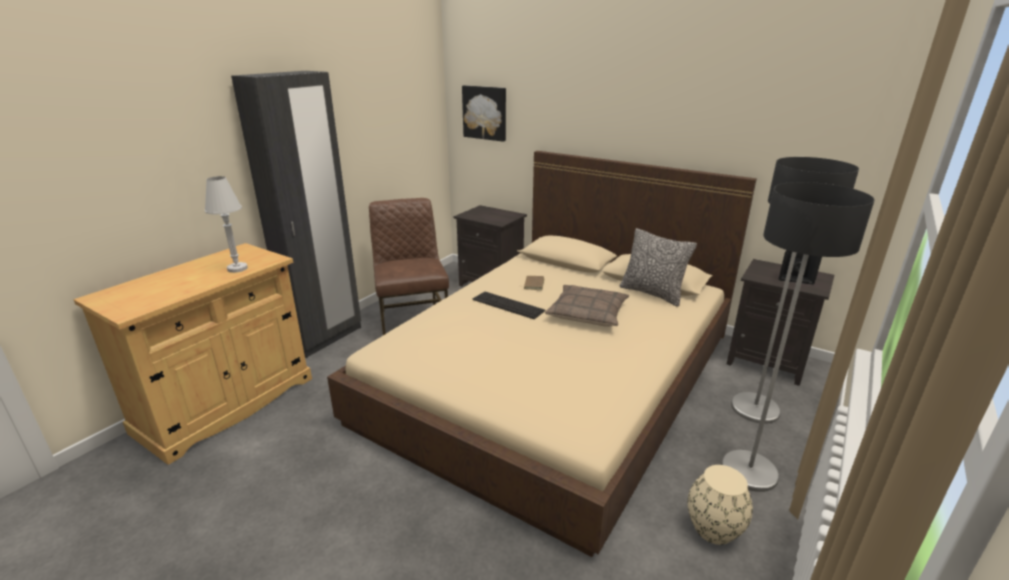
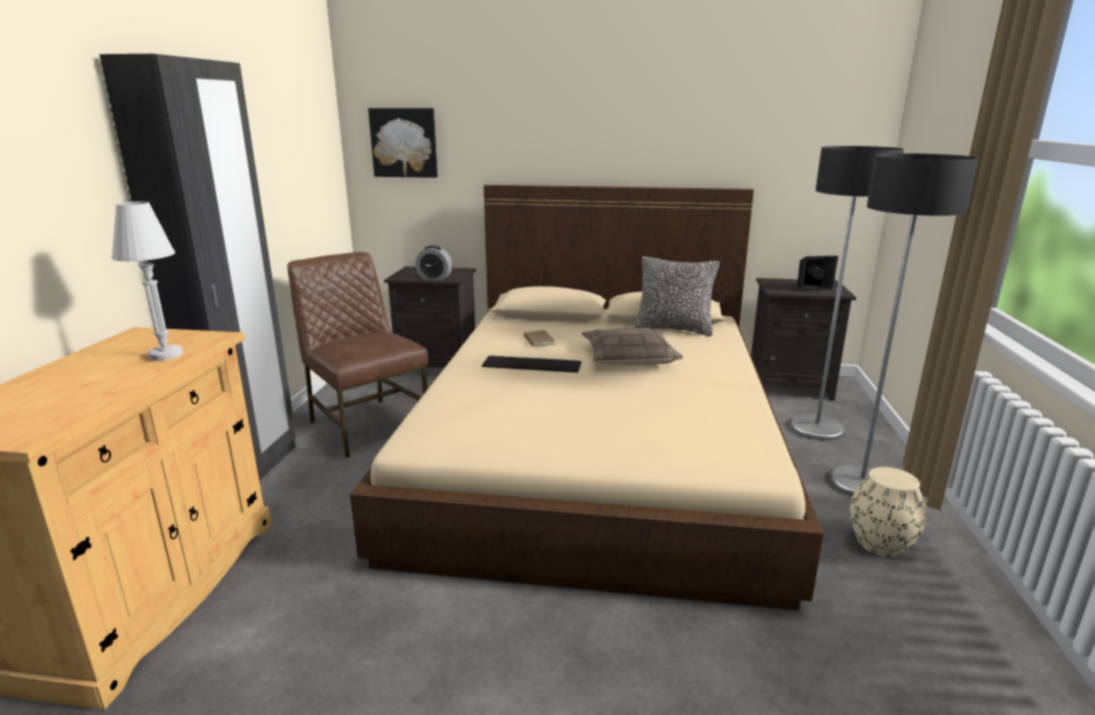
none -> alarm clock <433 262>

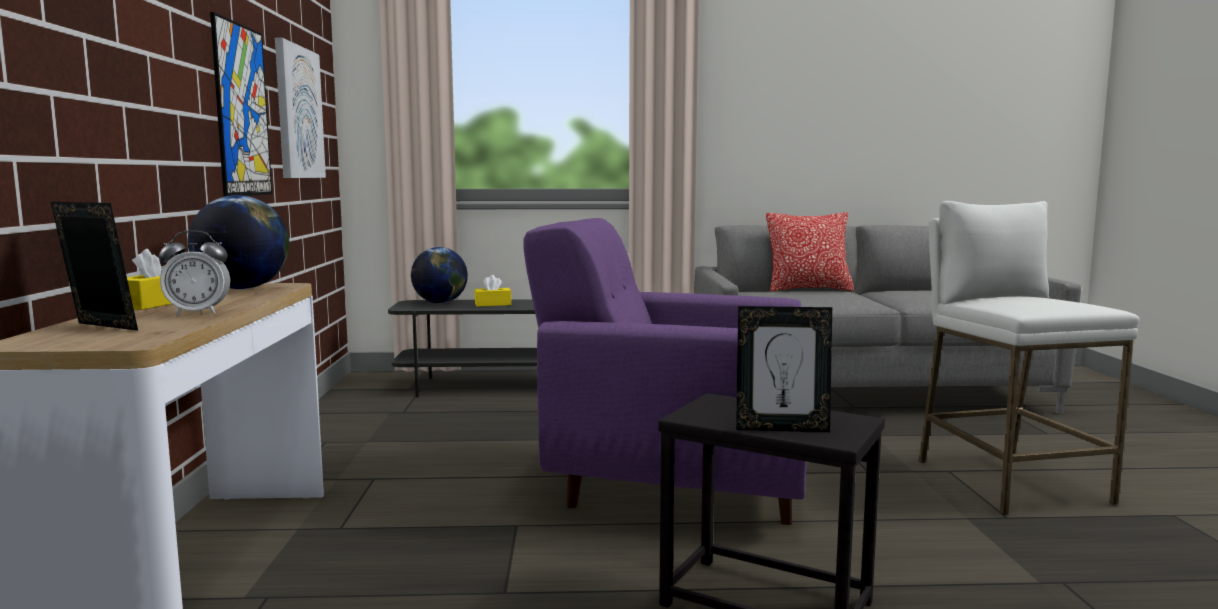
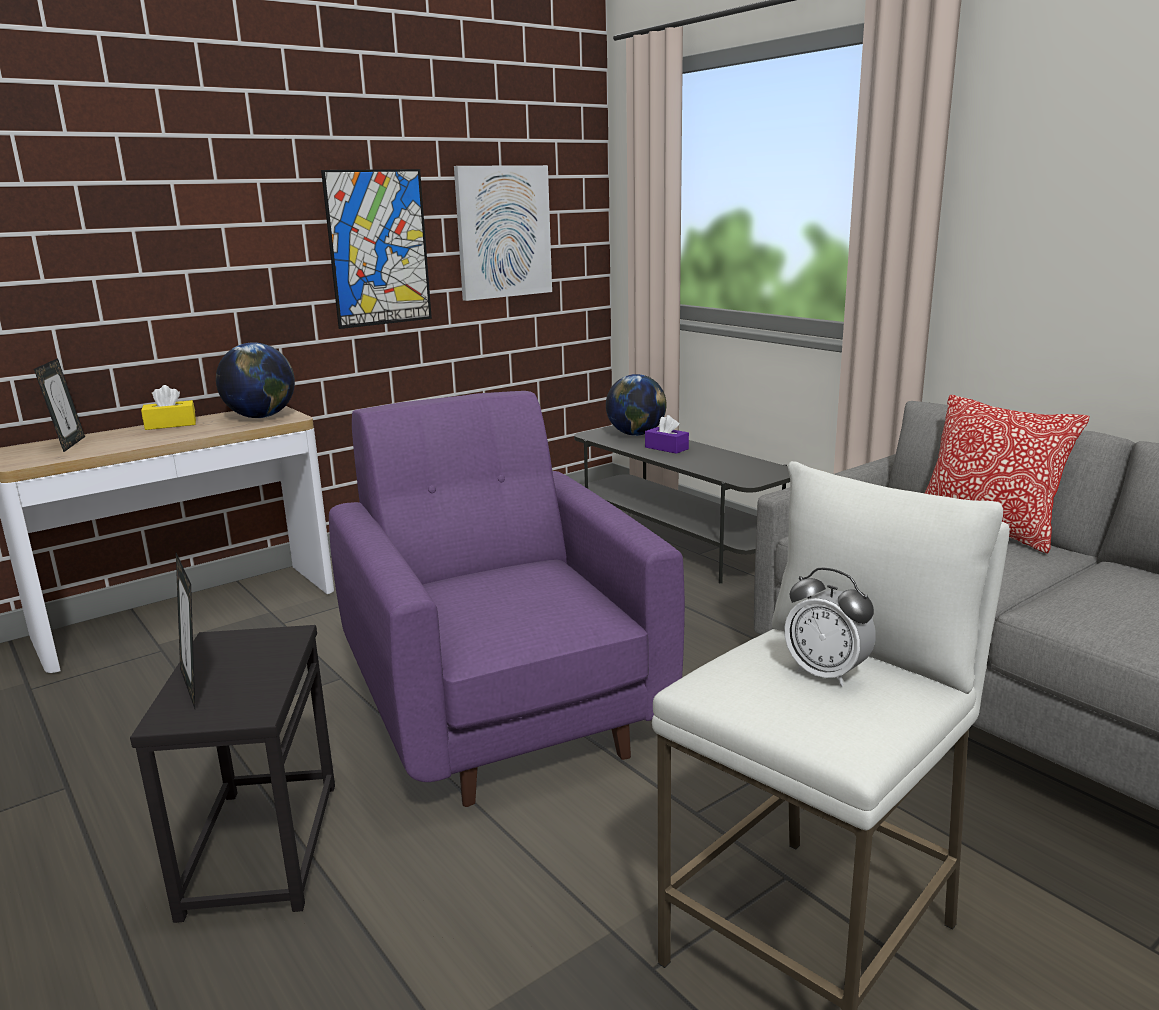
alarm clock <194 273> -> alarm clock <830 627>, moved
tissue box/yellow <492 290> -> tissue box/purple <667 434>

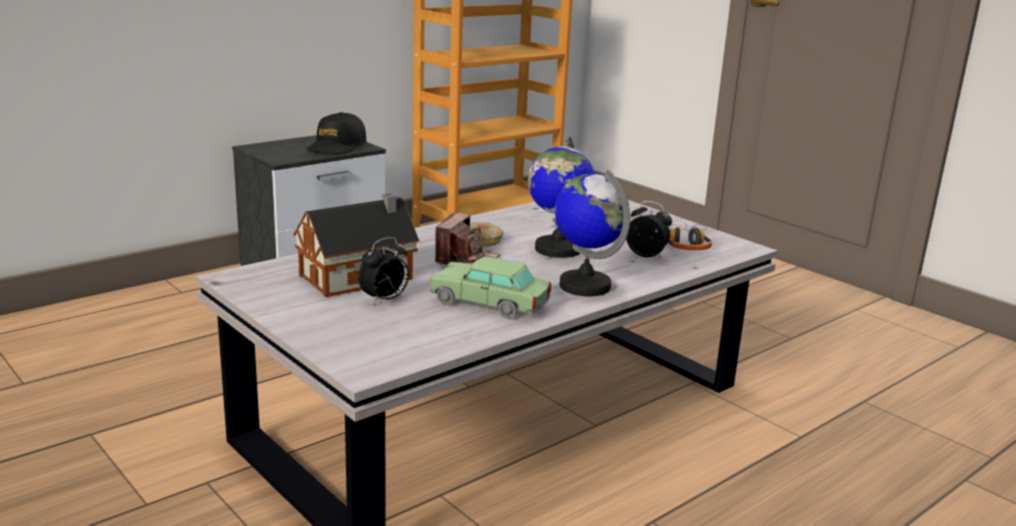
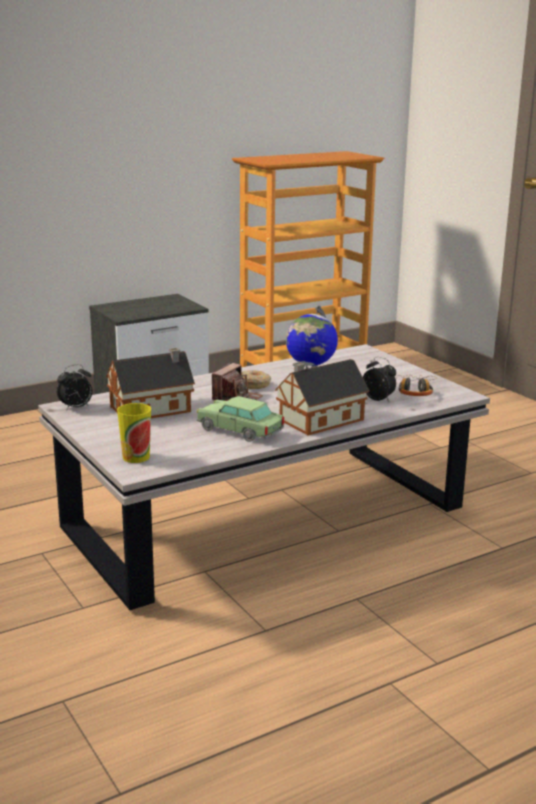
cap/black <336 133> -> none
alarm clock <383 271> -> alarm clock <74 387>, moved
globe <592 233> -> toy house <322 397>
none -> cup <134 433>

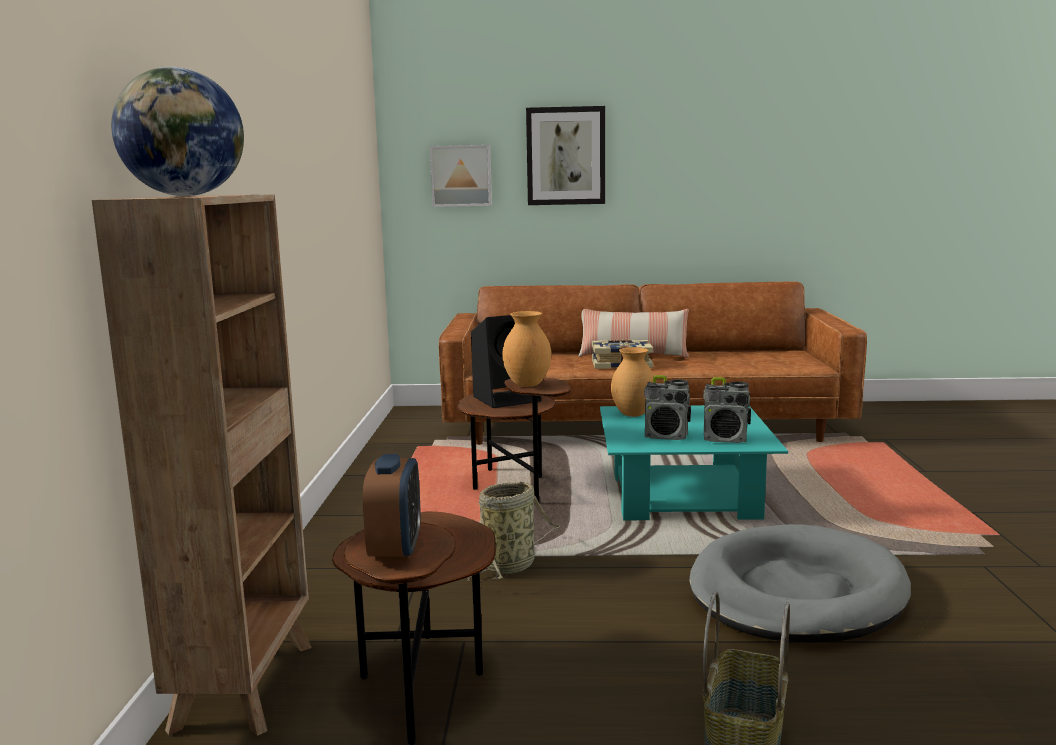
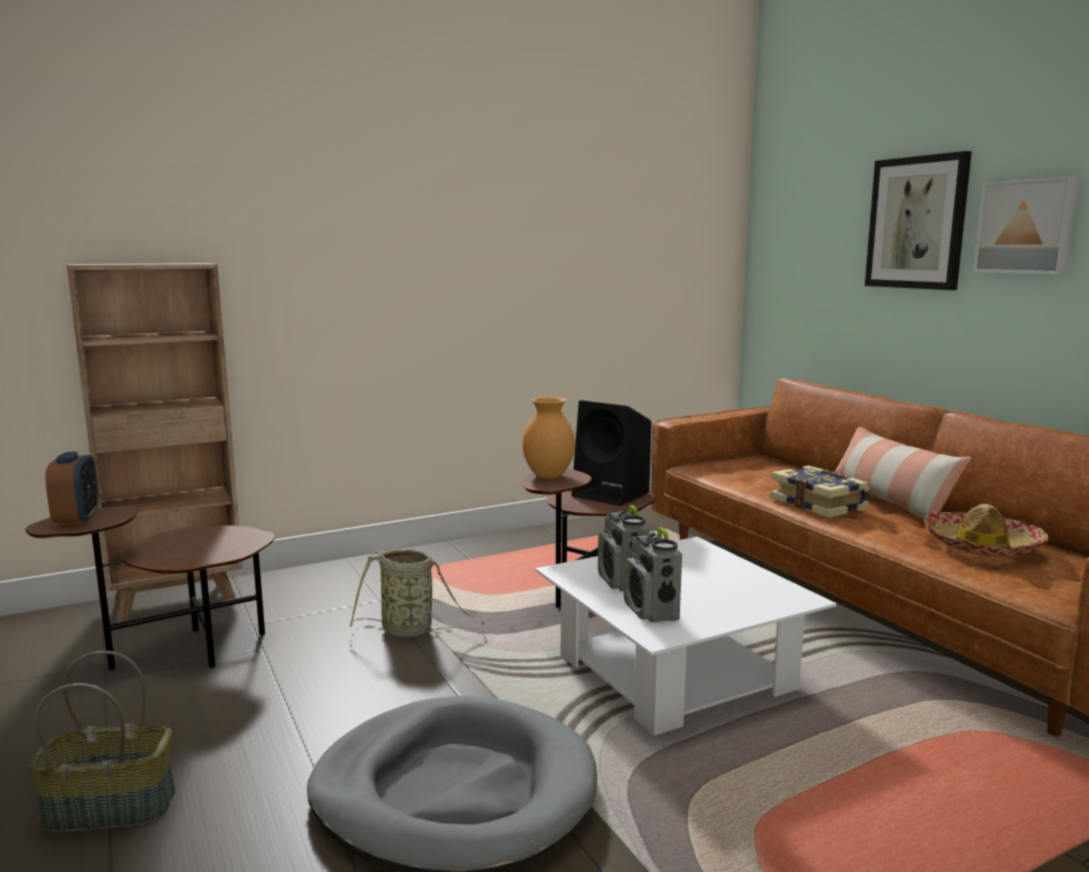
globe <177 131> -> none
alarm clock <392 507> -> alarm clock <72 489>, 75 degrees counterclockwise
picture <461 176> -> picture <1026 225>, moved
coffee table/turquoise <694 462> -> coffee table/white <686 636>
vase/brown <632 382> -> none
none -> hat <986 531>

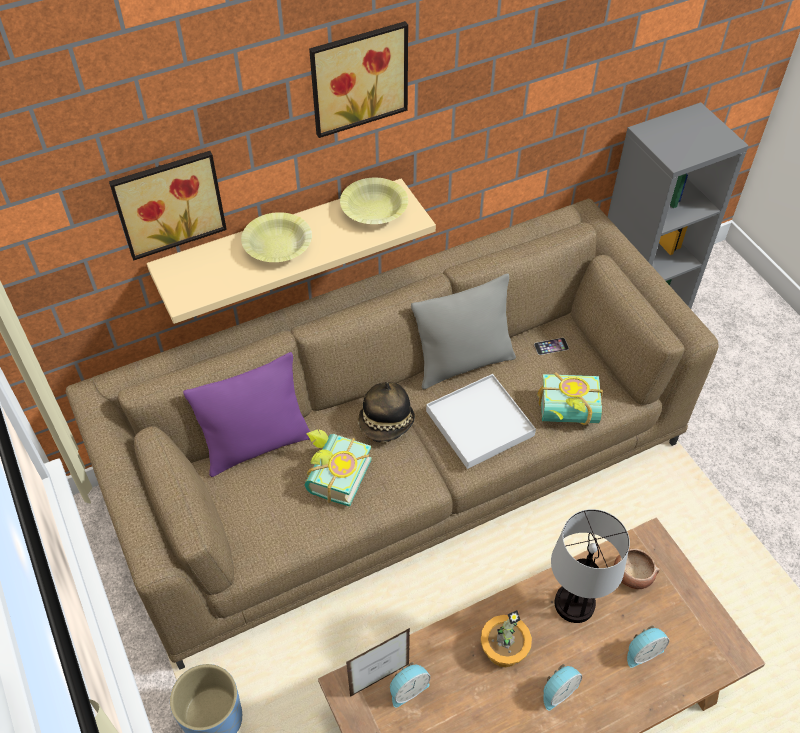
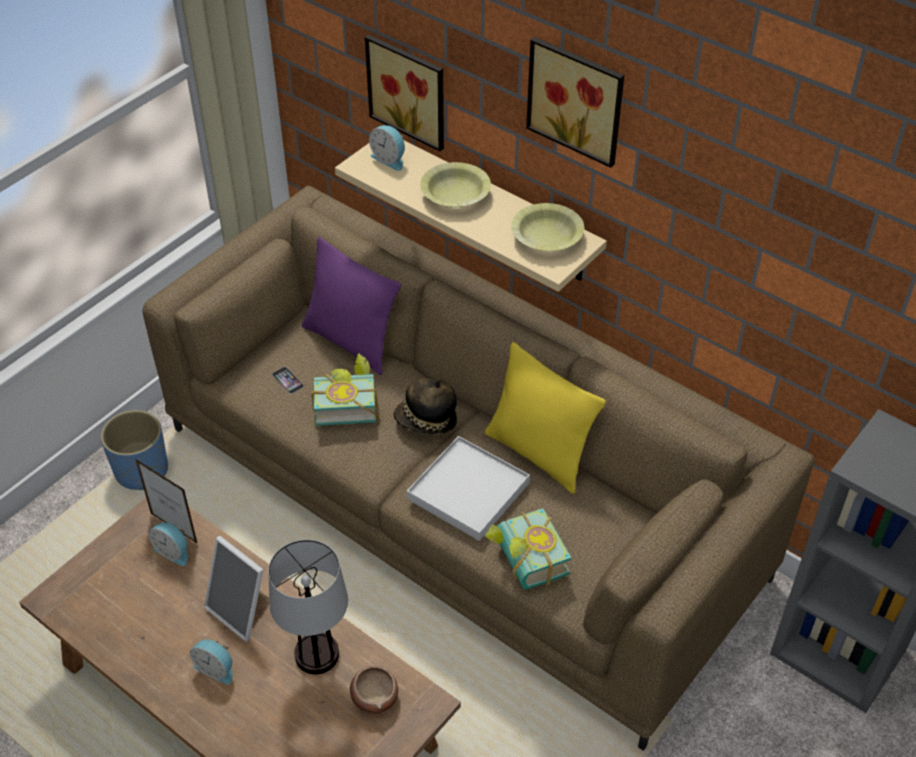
pillow/grey <463 331> -> pillow/yellow <545 418>
potted plant <506 638> -> picture frame <236 589>
phone <551 346> -> phone <288 380>, moved
alarm clock <648 646> -> alarm clock <387 148>, moved

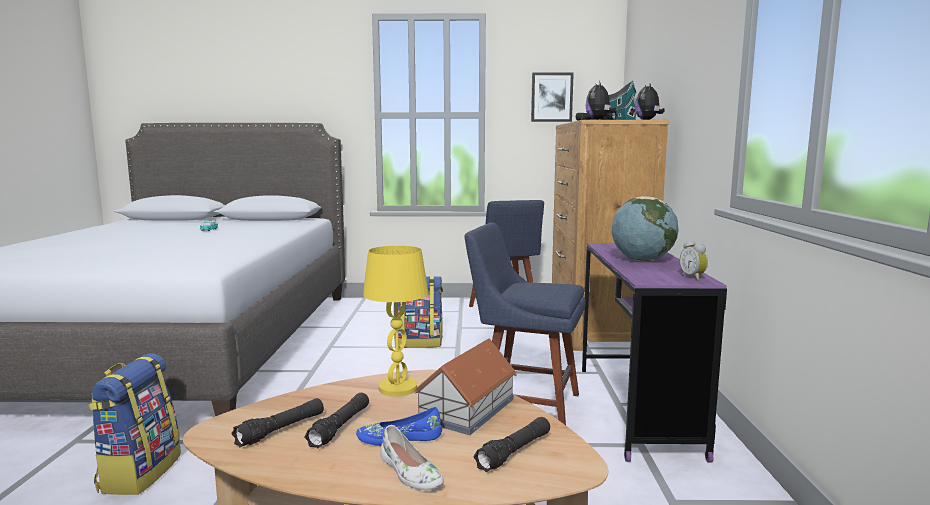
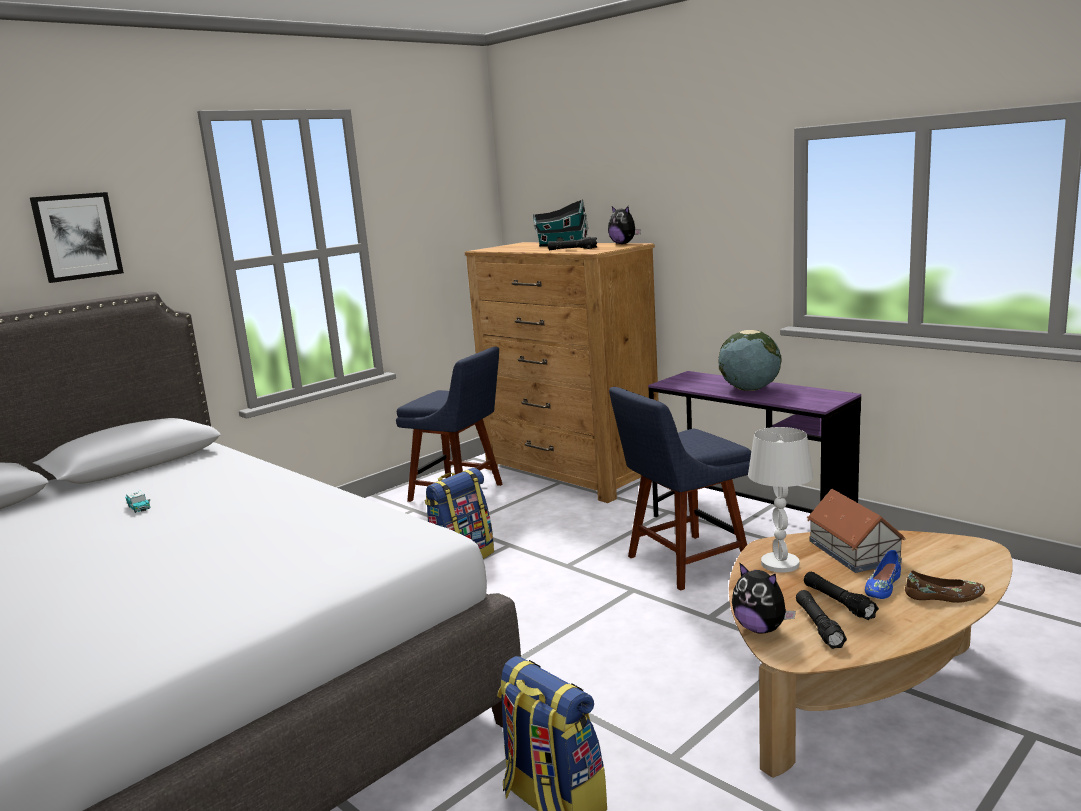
table lamp/yellow <396 321> -> table lamp/white <780 500>
shoe/white <412 457> -> shoe/brown <945 587>
flashlight/black <512 444> -> none
picture <552 97> -> picture <77 237>, moved
plush toy <600 101> -> plush toy <764 598>, moved
alarm clock <694 260> -> none

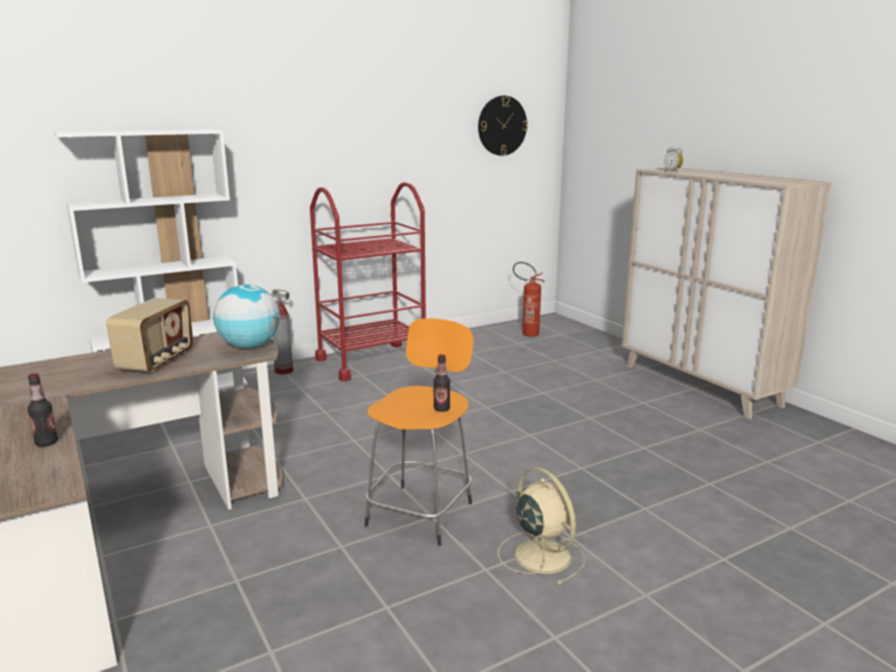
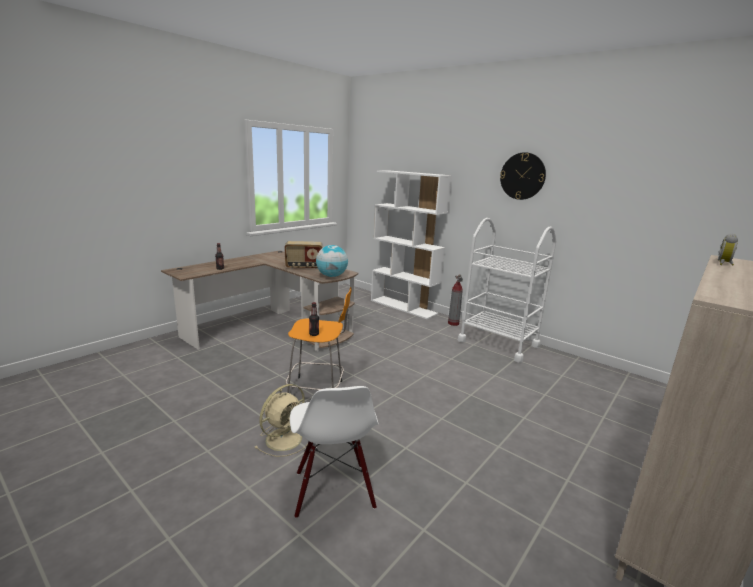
cart/red <368 281> -> cart/white <507 290>
wall clock <503 126> -> wall clock <523 176>, moved
fire extinguisher <529 299> -> none
none -> chair/white <334 452>

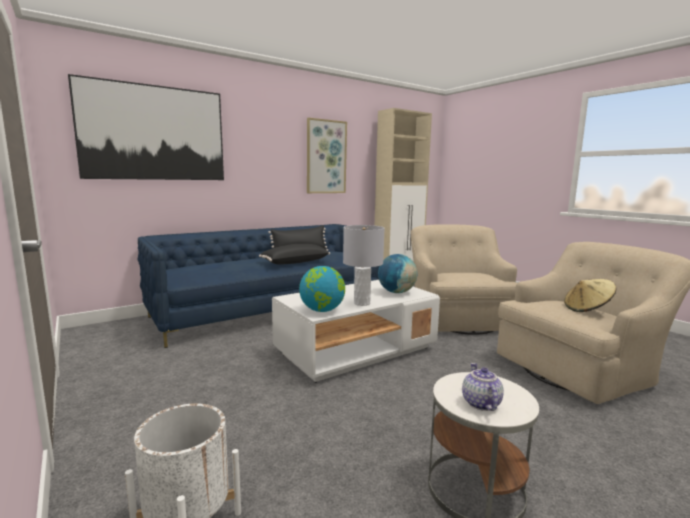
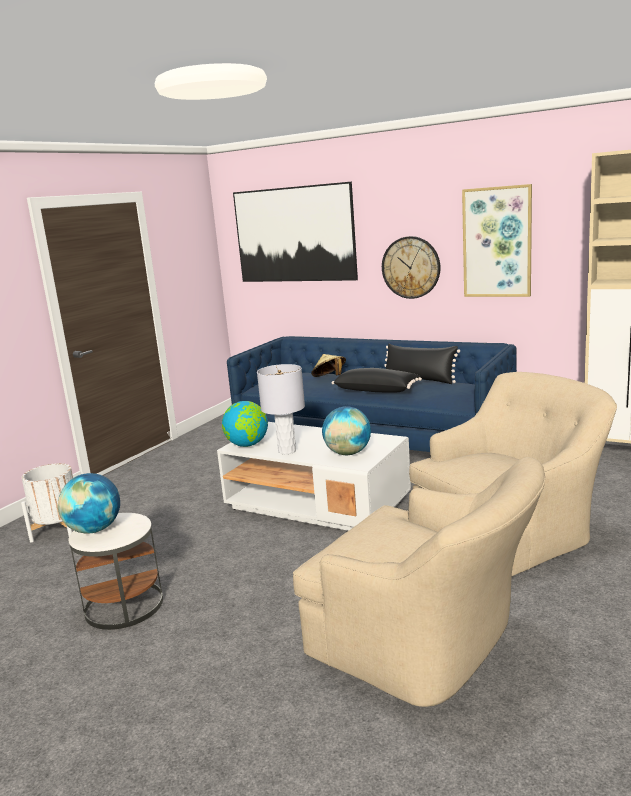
teapot <483 387> -> globe <89 503>
hat/beige <590 295> -> hat/beige <328 365>, moved
none -> wall clock <411 267>

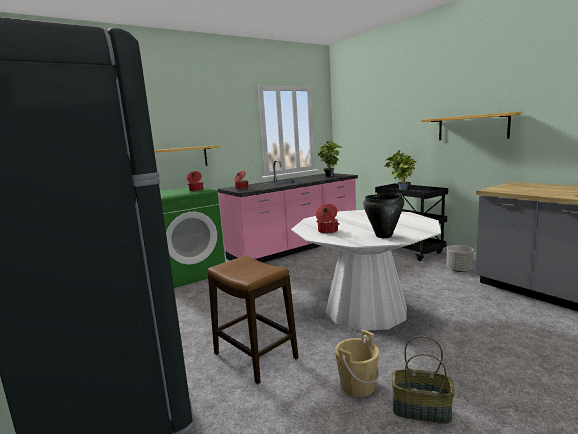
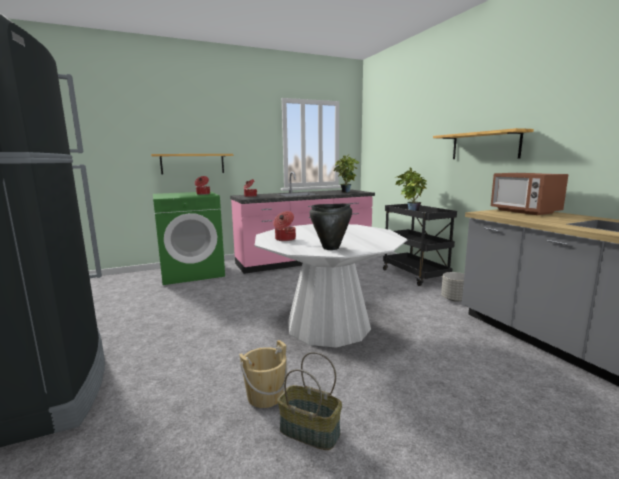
stool <253 320> -> none
none -> microwave <530 194>

